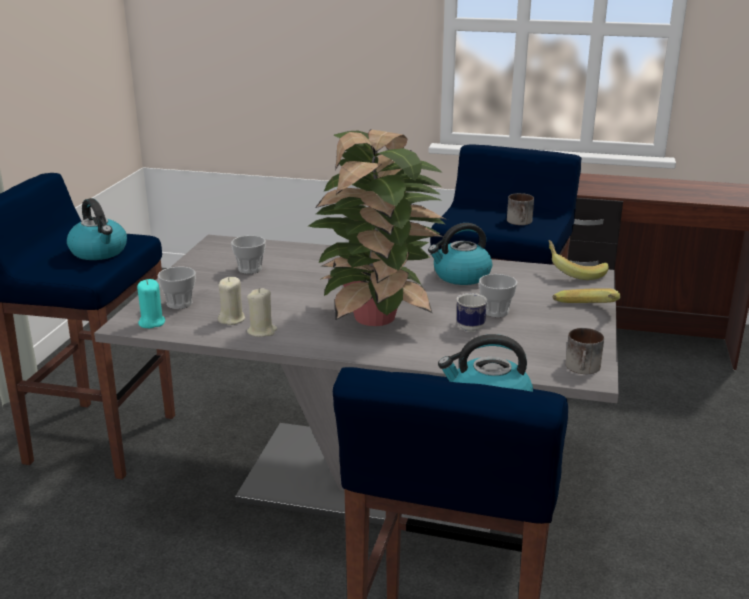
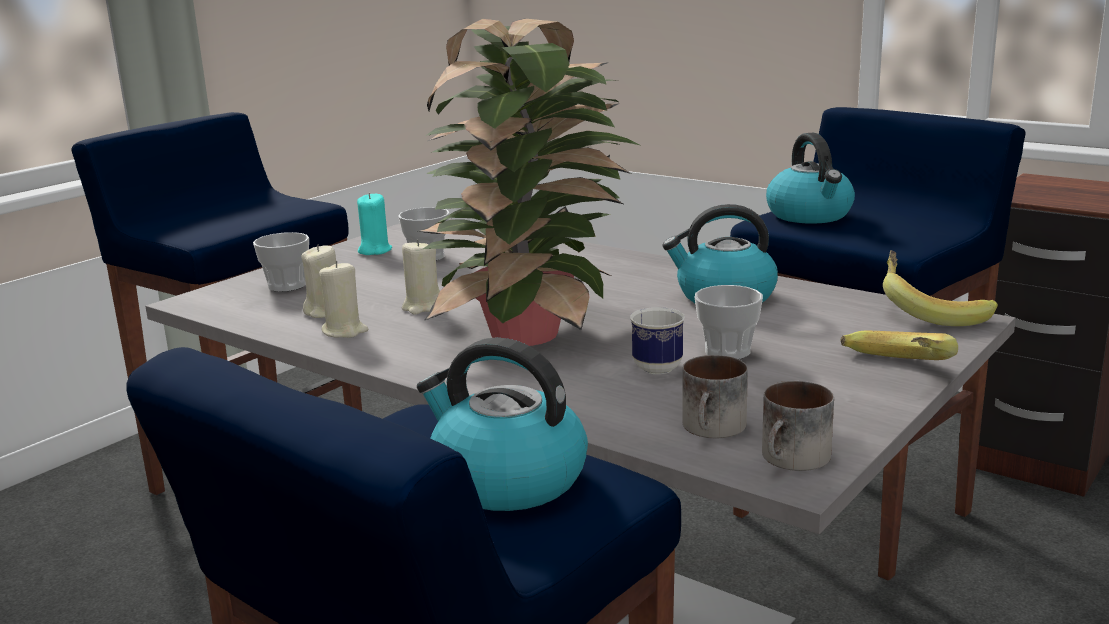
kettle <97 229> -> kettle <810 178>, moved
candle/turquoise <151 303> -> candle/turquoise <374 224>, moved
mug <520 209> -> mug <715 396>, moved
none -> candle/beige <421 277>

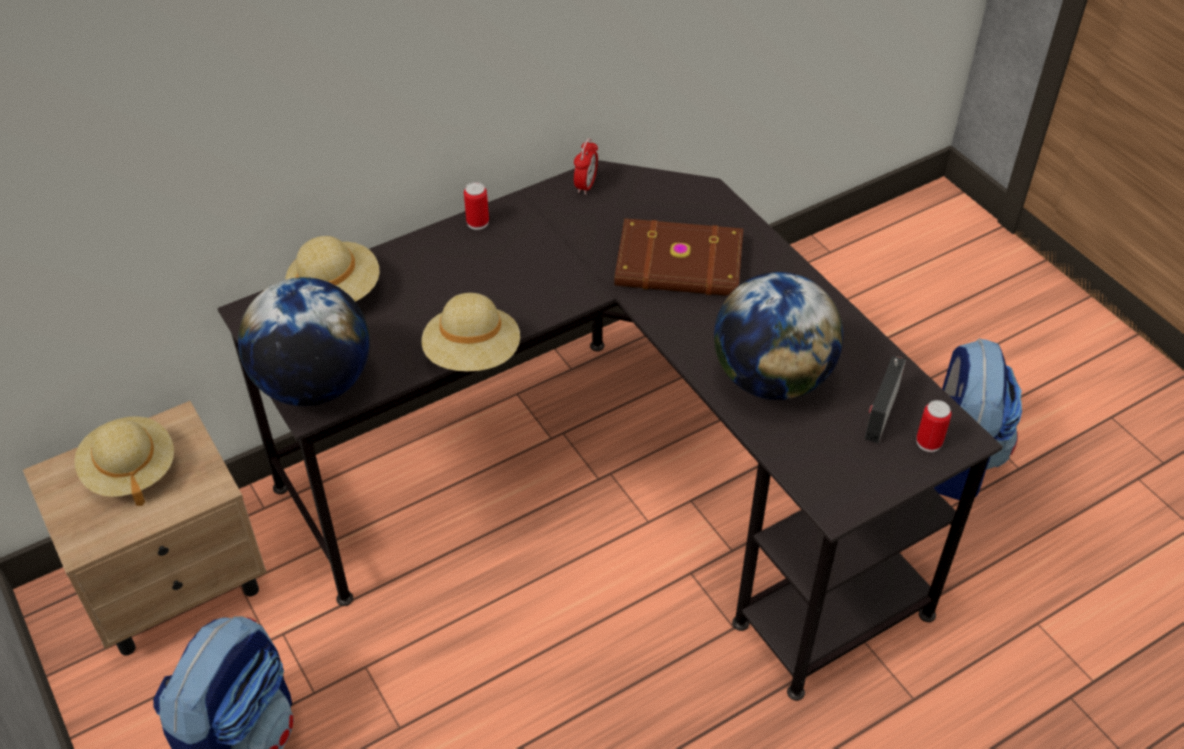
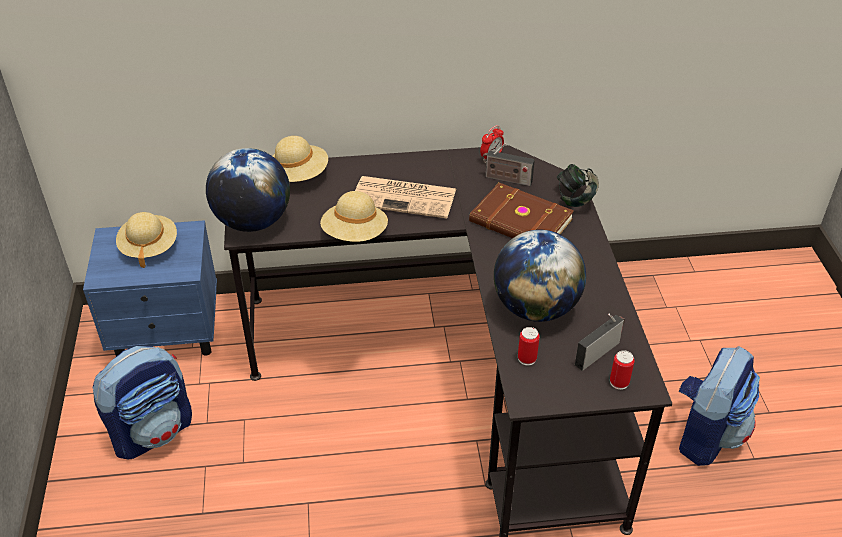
nightstand/beige <145 528> -> nightstand/blue <150 288>
can <476 206> -> can <529 346>, moved
none -> newspaper <405 197>
none -> radio <508 164>
none -> headphones <578 185>

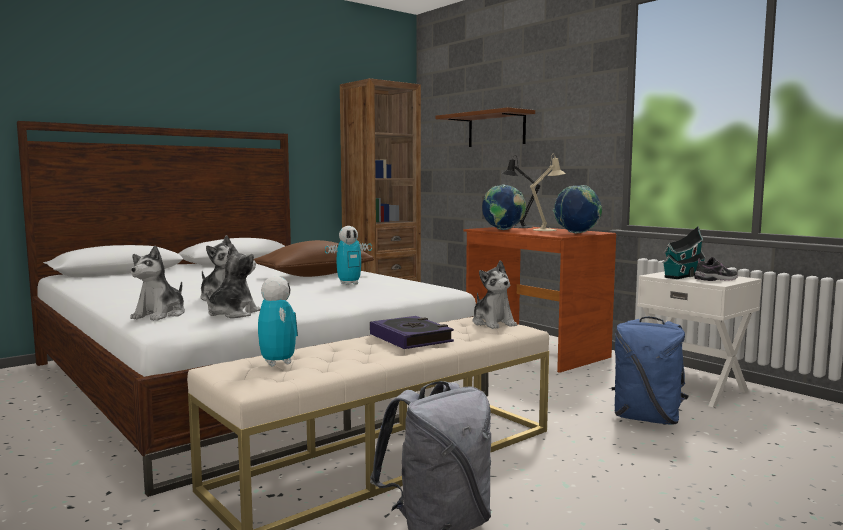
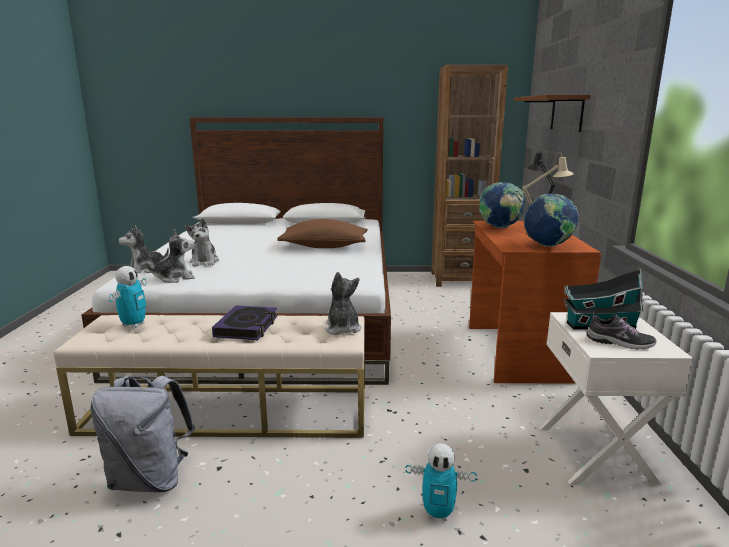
toy robot <348 255> -> toy robot <441 482>, moved
plush toy <495 295> -> plush toy <343 303>, 150 degrees clockwise
backpack/blue <650 370> -> none

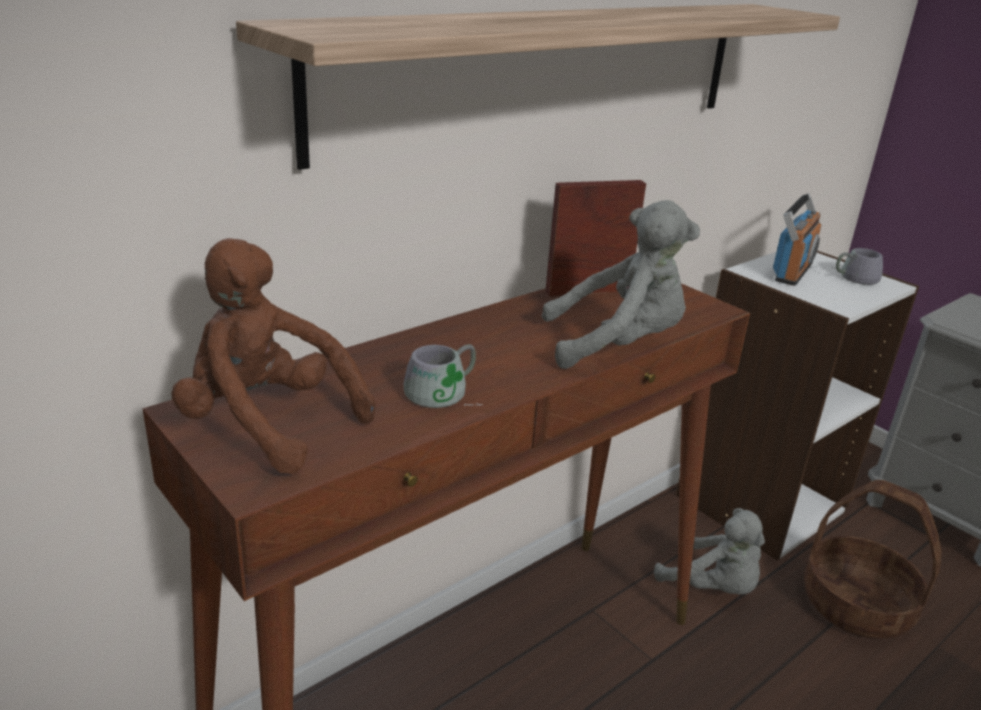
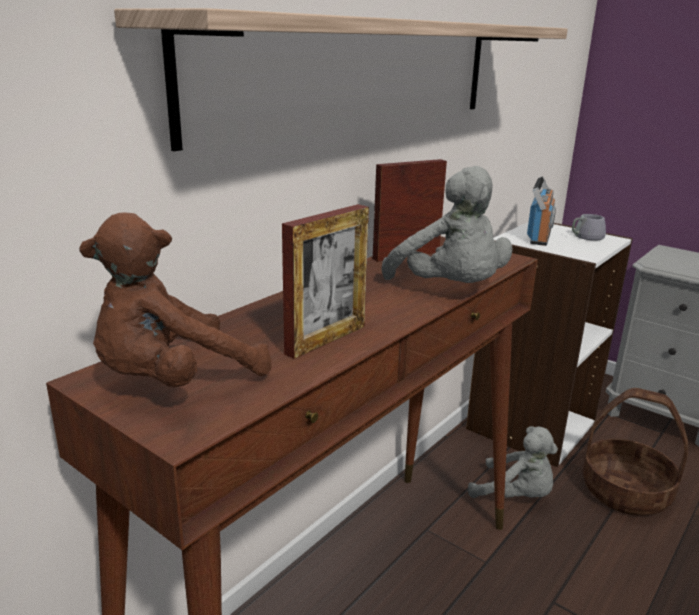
plush toy/brown <273 356> -> plush toy/brown <175 299>, 60 degrees counterclockwise
mug/grey <443 376> -> picture frame <325 281>
plush toy/grey <621 284> -> plush toy/grey <447 224>, 75 degrees clockwise

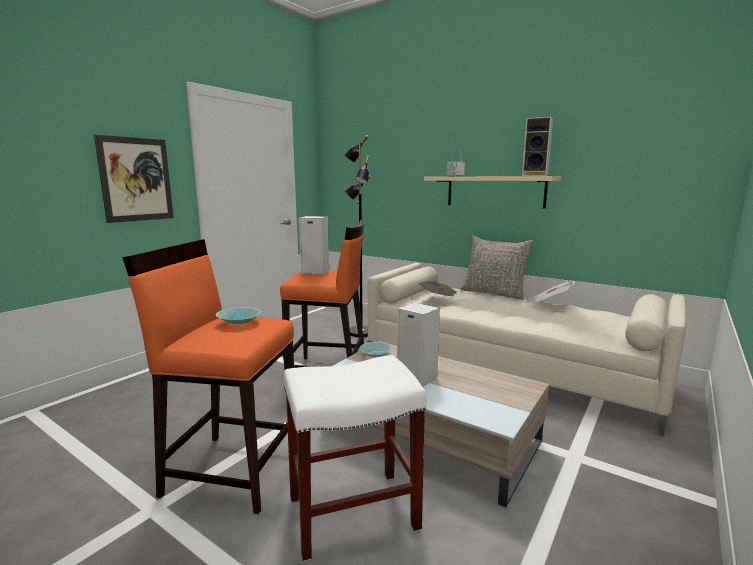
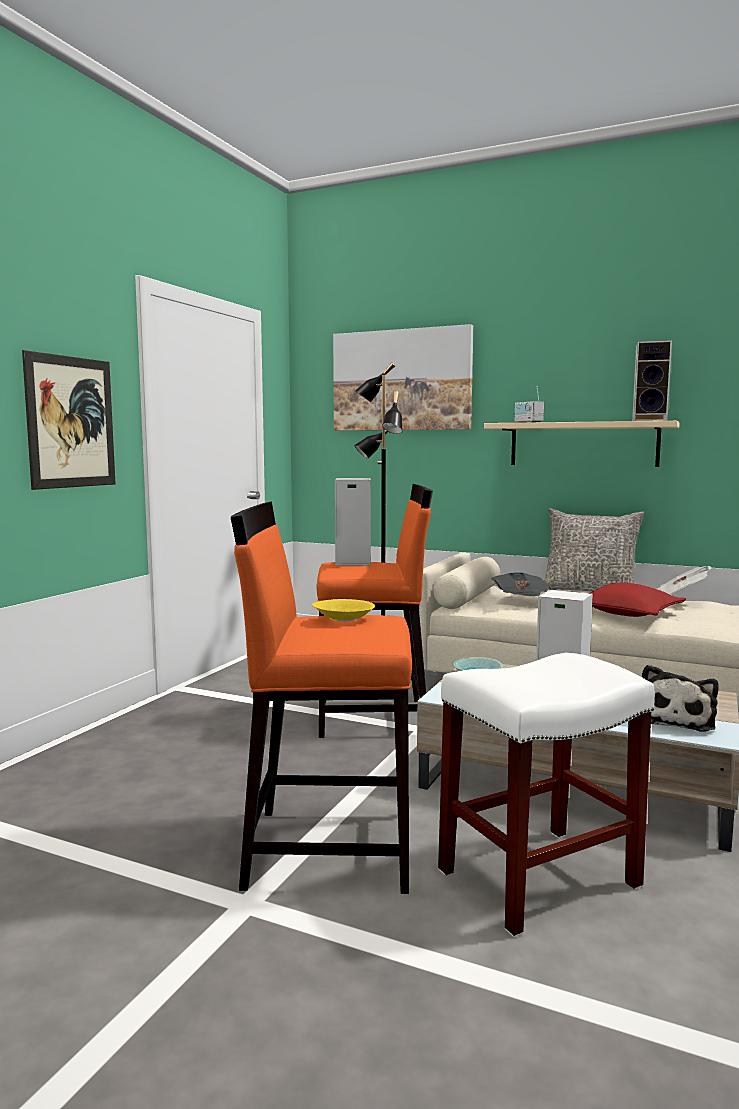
bowl/turquoise <238 316> -> bowl/yellow <343 610>
none -> picture <403 377>
none -> pillow/red <638 600>
none -> plush toy <680 698>

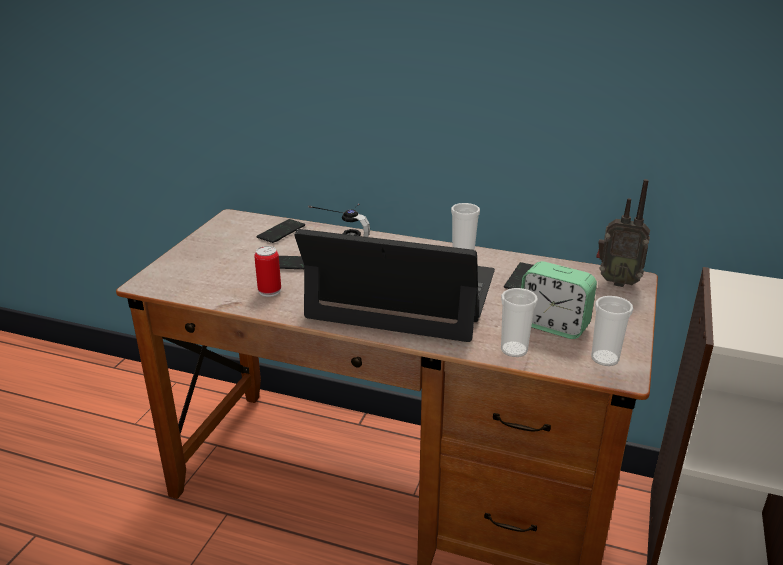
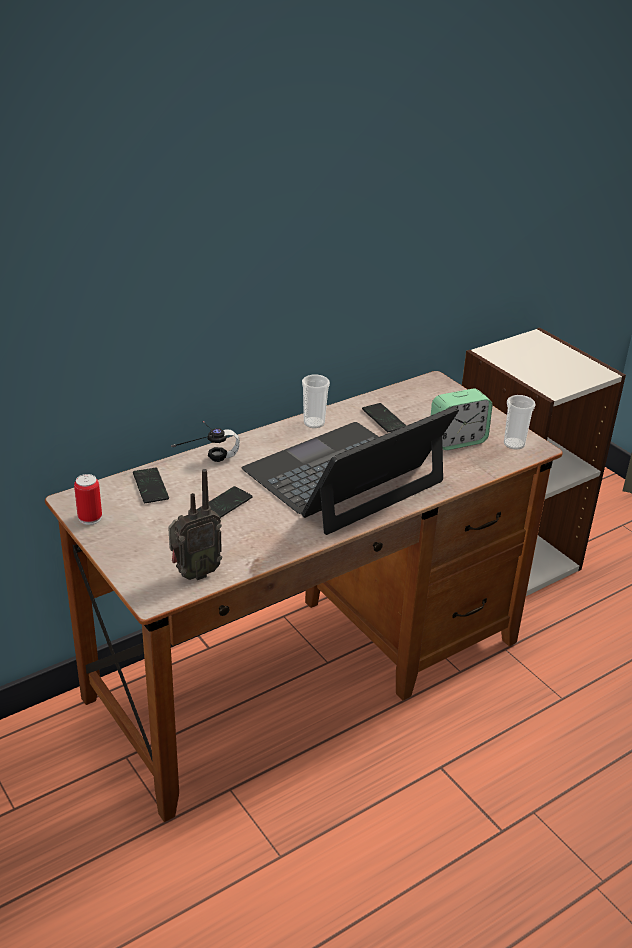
can <267 271> -> can <88 499>, moved
cup <519 322> -> none
radio <623 233> -> radio <195 524>, moved

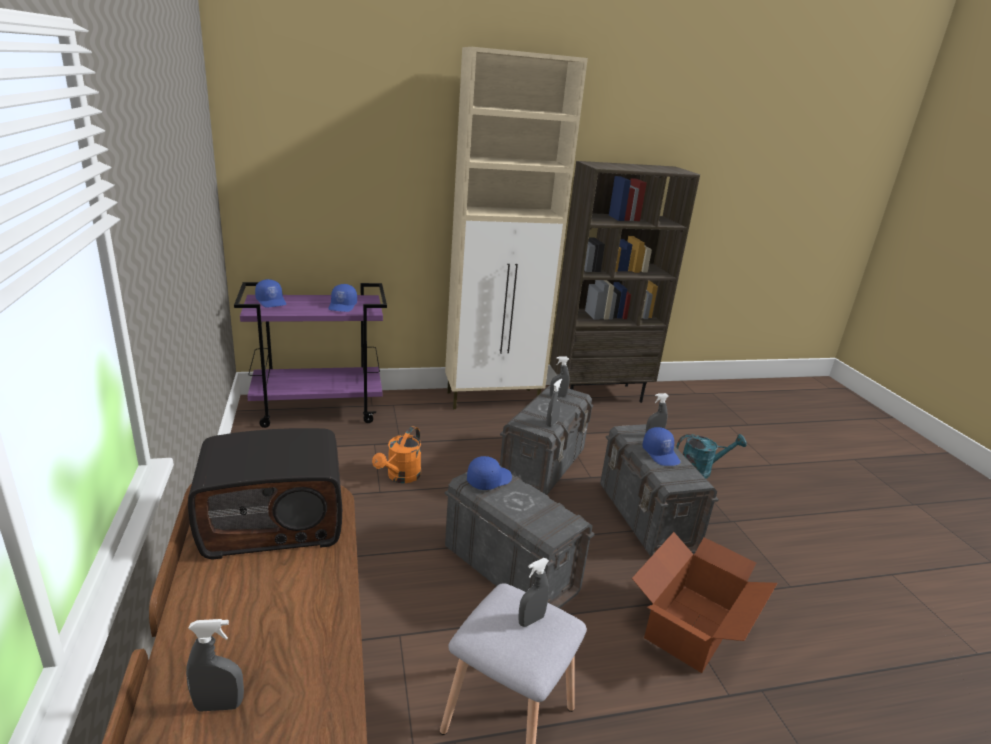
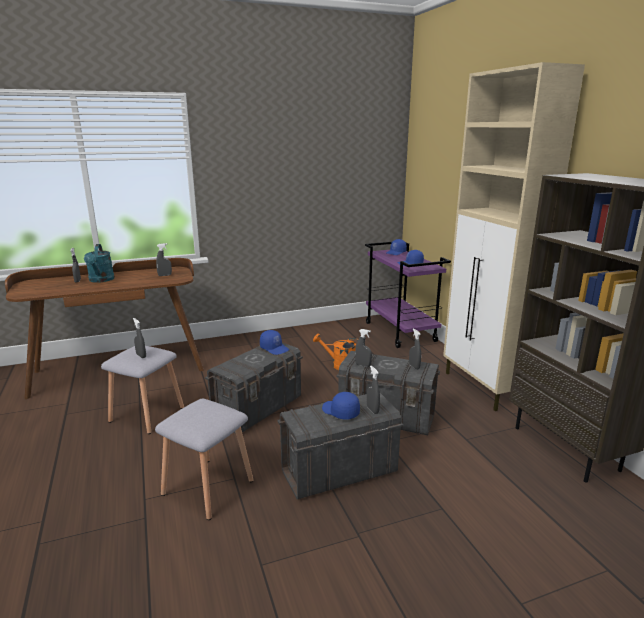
radio <265 493> -> spray bottle/grey <164 259>
cardboard box <705 602> -> stool/grey <204 459>
cap/blue <661 446> -> cap/blue <341 406>, 75 degrees clockwise
watering can/turquoise <711 456> -> watering can/turquoise <99 263>, moved

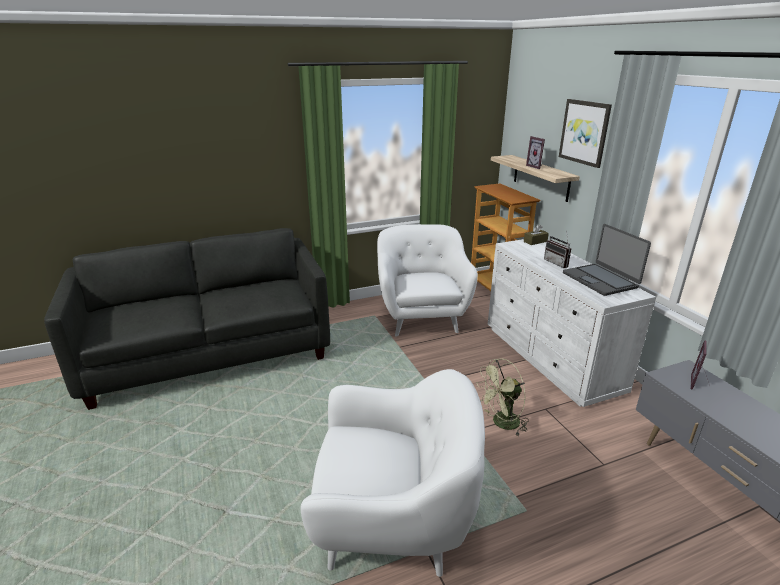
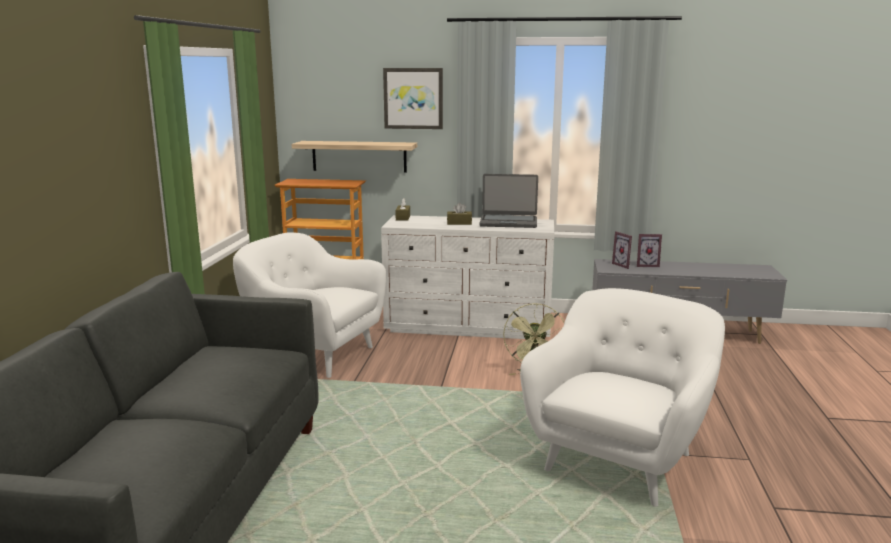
picture frame <535 152> -> picture frame <649 250>, moved
radio <557 249> -> tissue box/brown <459 214>

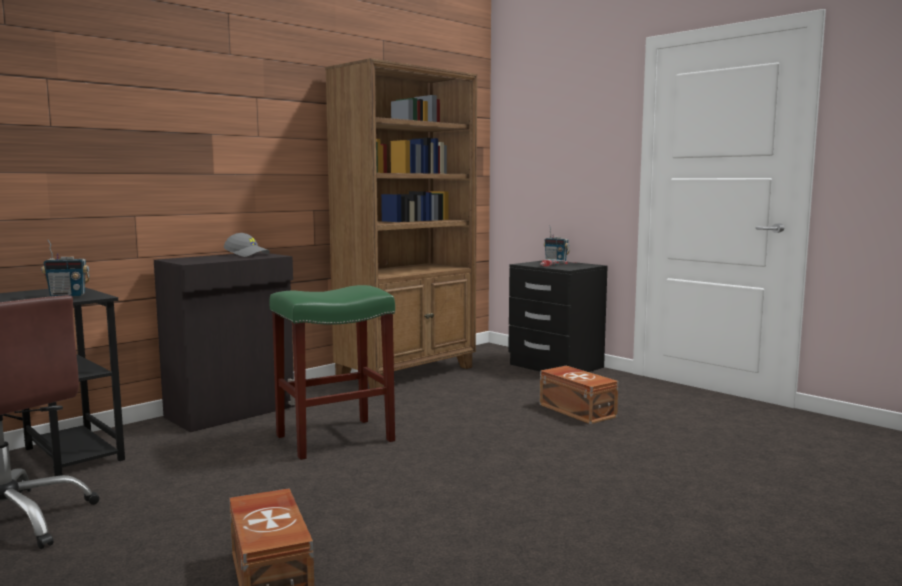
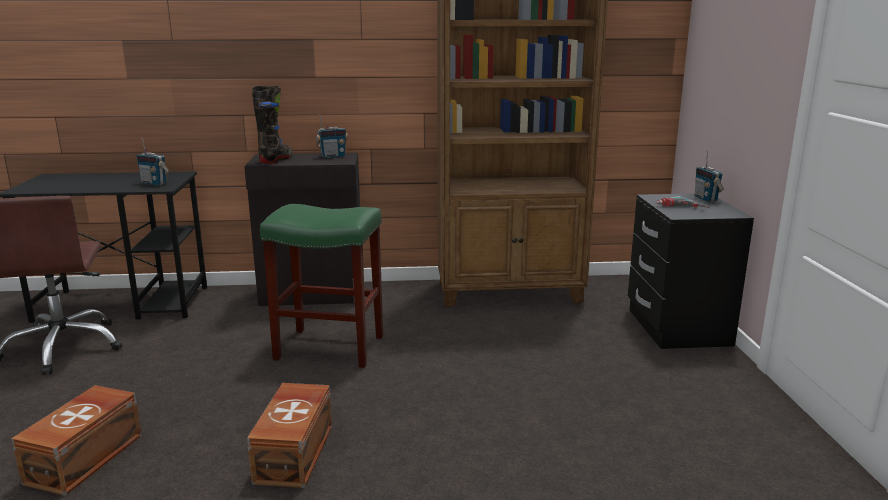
cap/grey <247 245> -> radio <332 136>
storage box/brown <578 395> -> storage box/brown <289 435>, moved
none -> boot/black <272 125>

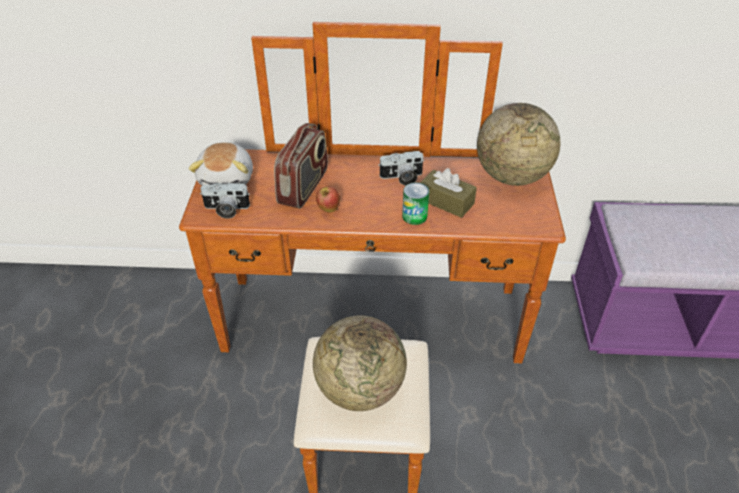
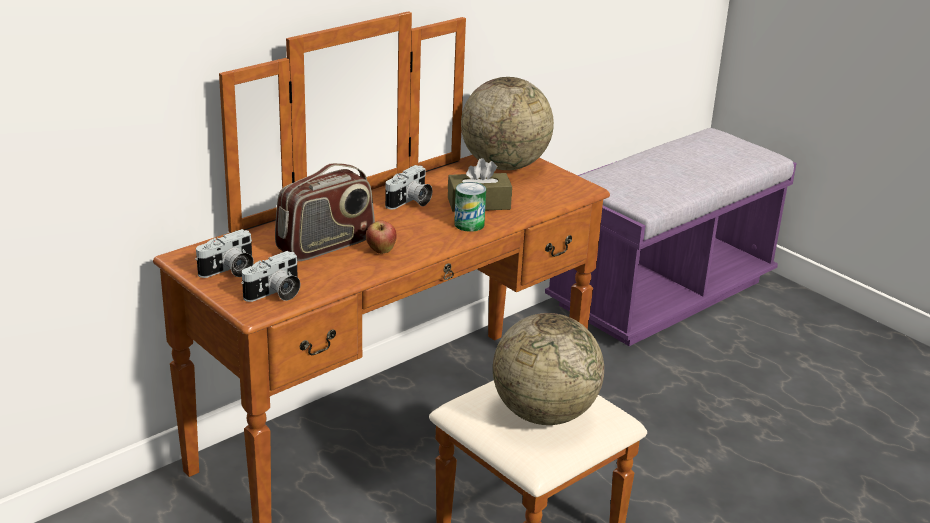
plush toy <221 164> -> photo camera <224 253>
radio <301 166> -> radio <325 212>, 75 degrees clockwise

